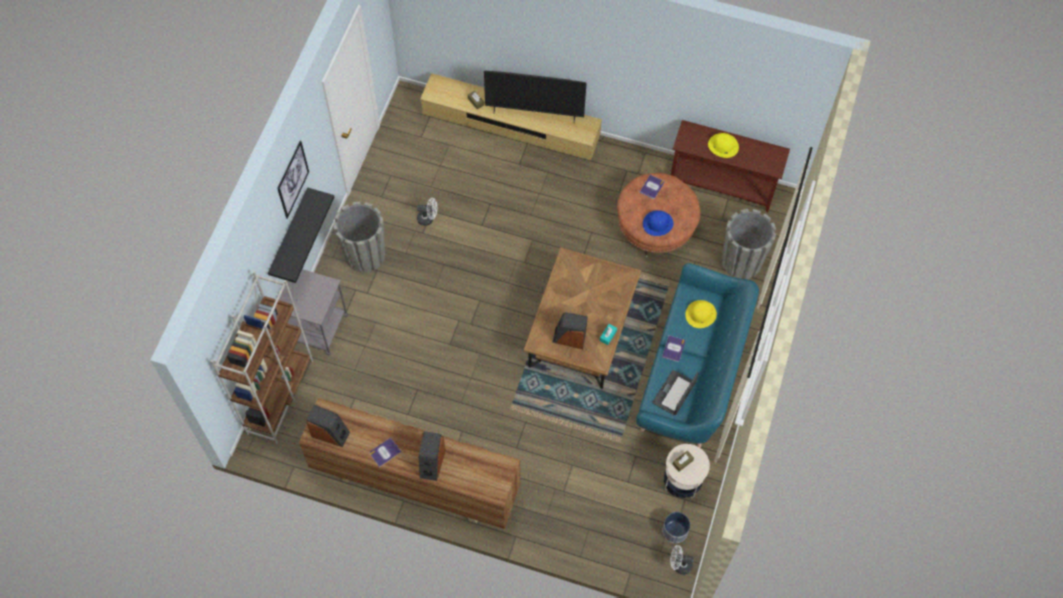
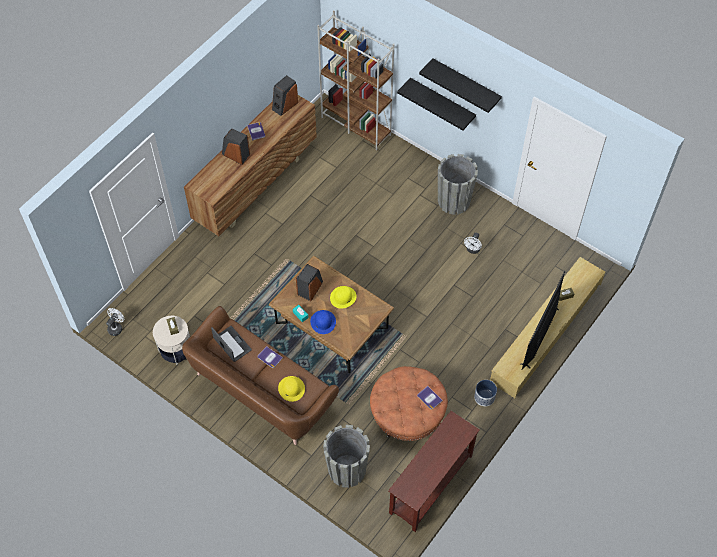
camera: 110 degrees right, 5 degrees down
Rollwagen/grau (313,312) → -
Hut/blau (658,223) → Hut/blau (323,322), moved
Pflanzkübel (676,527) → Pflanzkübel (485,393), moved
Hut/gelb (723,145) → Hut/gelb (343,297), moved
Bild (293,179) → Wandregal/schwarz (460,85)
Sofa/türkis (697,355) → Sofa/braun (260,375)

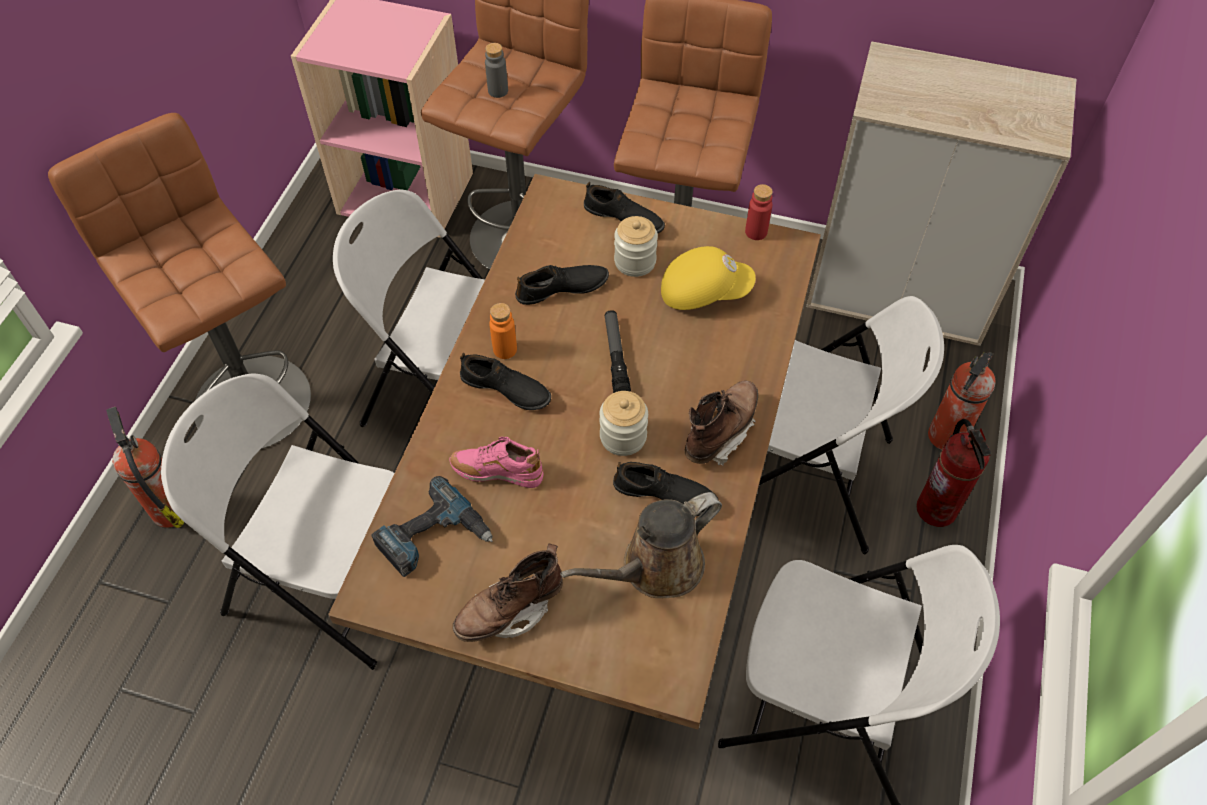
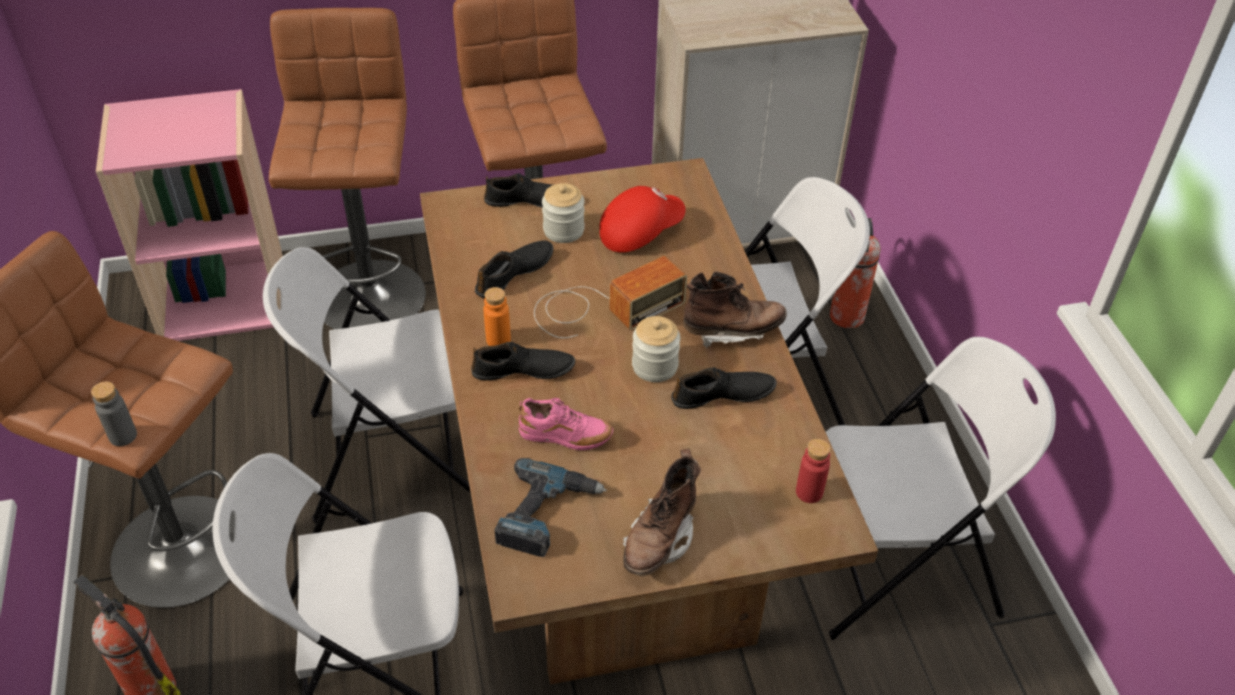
camera: 30 degrees left, 10 degrees down
Gießkanne/braun (641,545) → -
Feuerlöscher (953,473) → -
Flasche/grau (496,70) → Flasche/grau (114,413), moved
Flasche/rot (759,212) → Flasche/rot (813,471), moved
Taschenlampe (618,351) → Radio (610,297)
Kappe/gelb (708,278) → Kappe/rot (642,219)
Schuh/rosa (496,462) → Schuh/rosa (566,424), 150 degrees counterclockwise
Stiefel/braun (721,423) → Stiefel/braun (735,309), 75 degrees clockwise

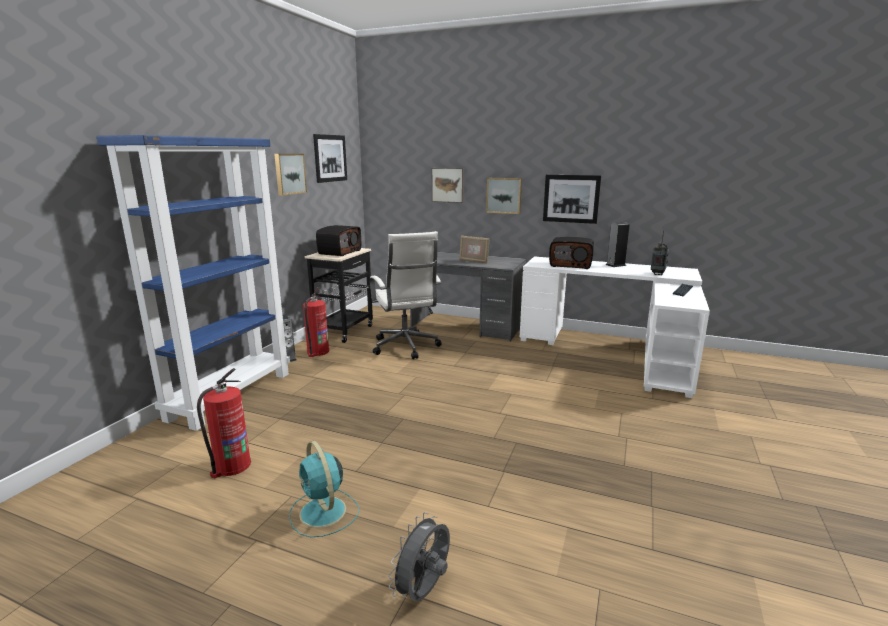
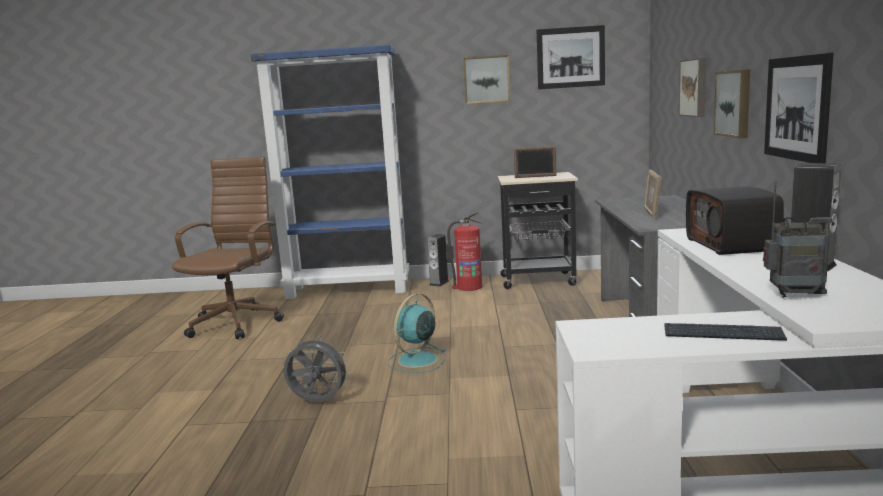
camera: 70 degrees right, 5 degrees down
Bürostuhl/weiß (406,295) → -
Ventilator/türkis (324,489) → Ventilator/türkis (416,333), moved
Ventilator/grau (419,556) → Ventilator/grau (317,369), moved
Feuerlöscher (224,423) → Bürostuhl/braun (228,248)
Radio (338,240) → Bilderrahmen (535,162)

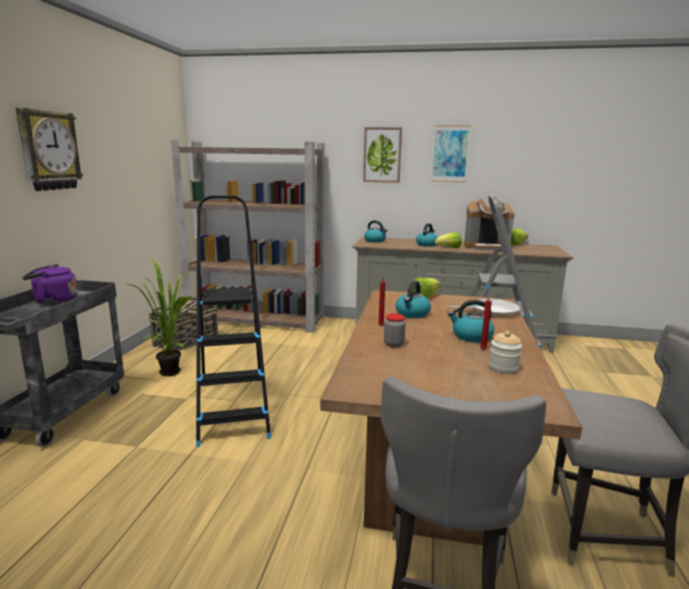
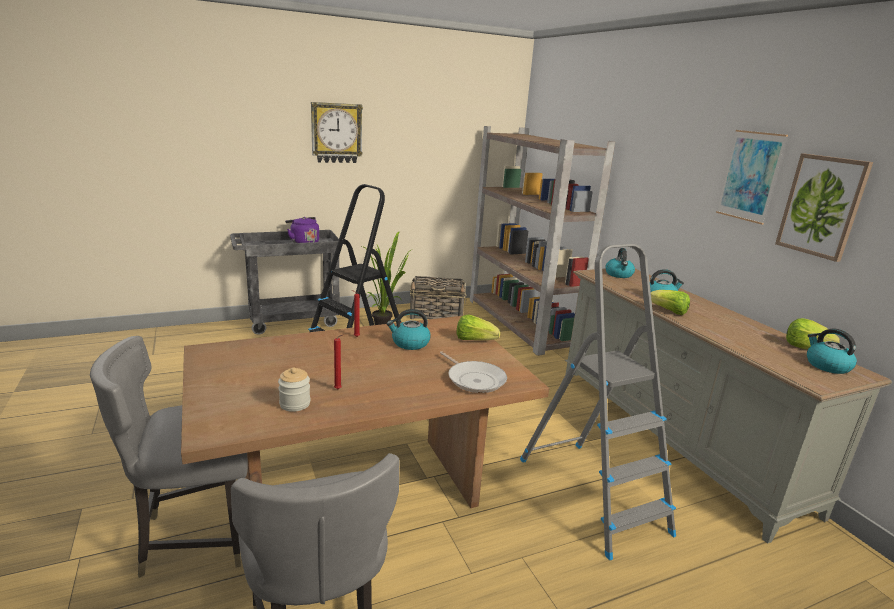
camera: 55 degrees right, 5 degrees up
Vorratsglas (394,330) → -
Kaffeemaschine (489,224) → -
Bild (382,155) → Bild (824,207), moved
Wasserkessel (471,321) → Wasserkessel (832,351), moved

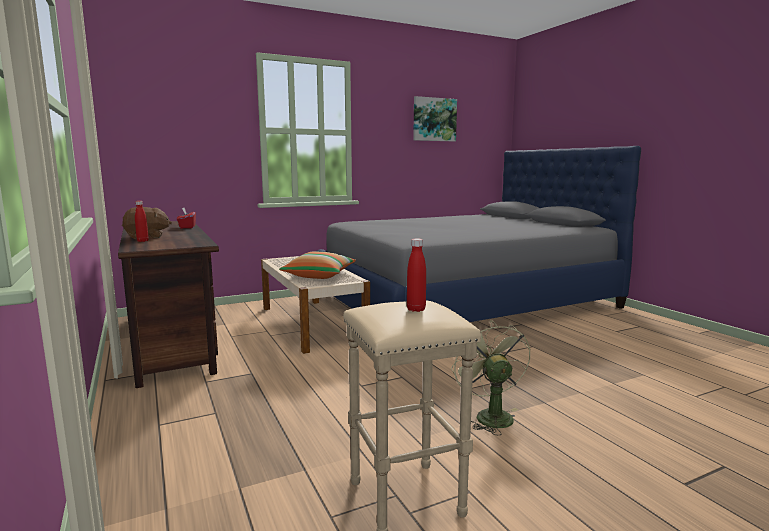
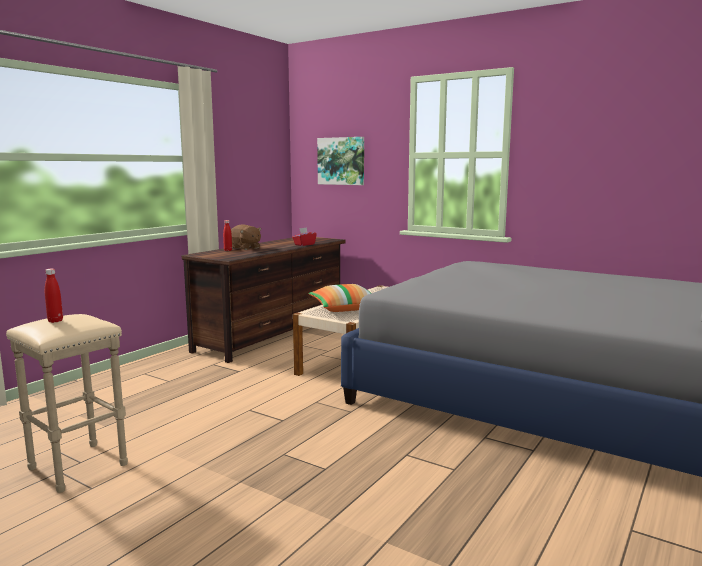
camera: 60 degrees right, 0 degrees up
Ventilator/grün (490,378) → -
Bild (435,118) → Bild (340,161), moved

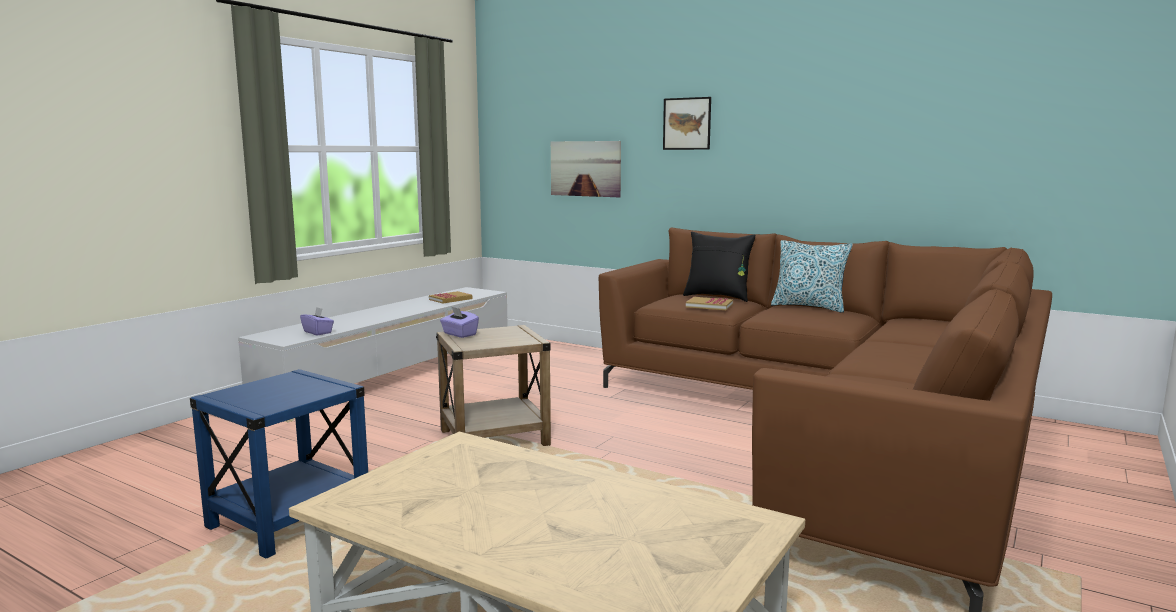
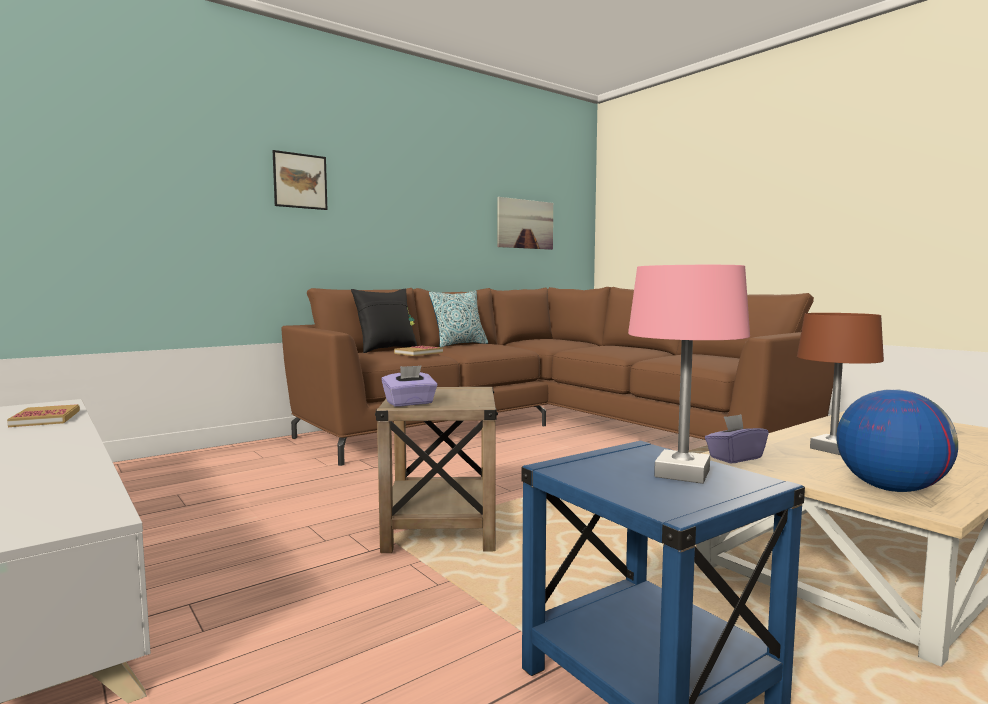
camera: 70 degrees left, 5 degrees down
- → Tischlampe/rosa (689,374)
- → Tischlampe/braun (840,384)
- → Globus (897,440)
Taschentuchbox/lila (317,321) → Taschentuchbox/lila (737,439), moved
Bild (586,169) → Bild (525,223), moved

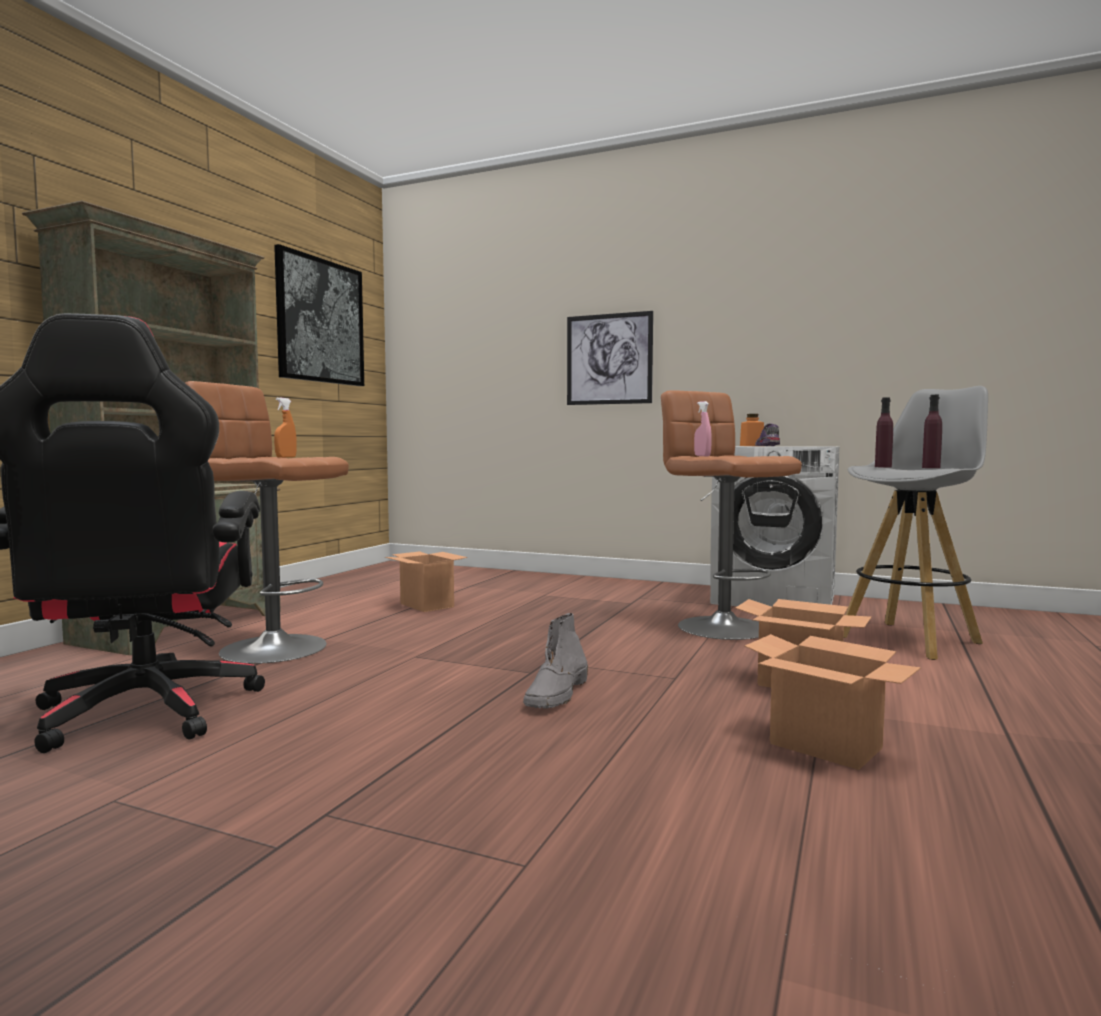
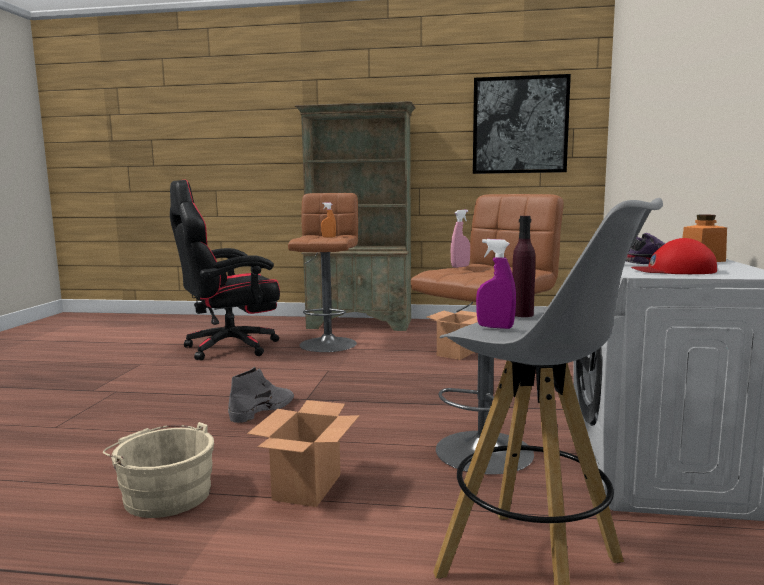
camera: 75 degrees right, 5 degrees up
Bild (610,358) → -
- → Kappe/rot (674,256)
Karton (833,702) → Eimer/beige (159,470)
Flasche/lila (932,431) → Sprühflasche/lila (496,284)
Stiefel/grau (555,661) → Stiefel/grau (261,395), 120 degrees clockwise

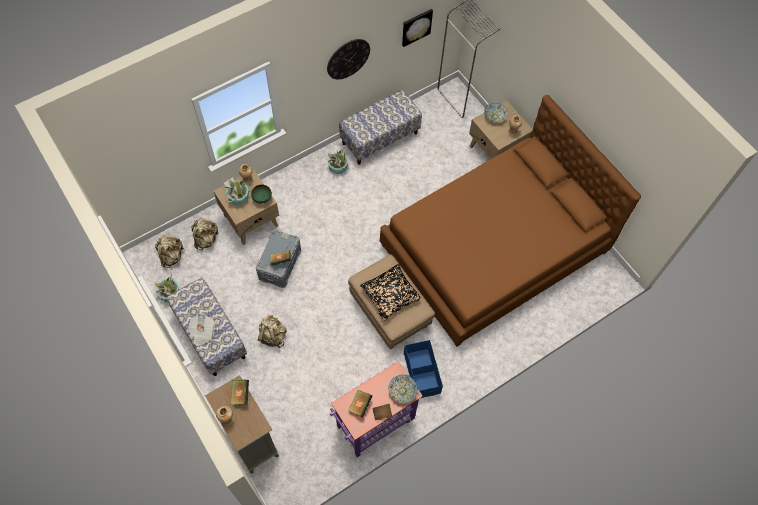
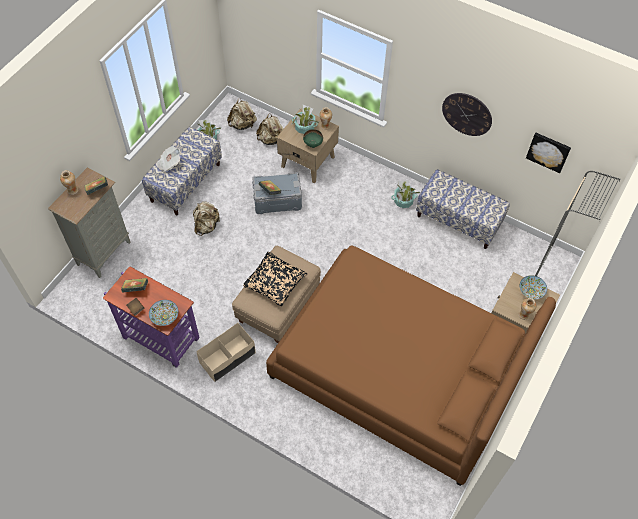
camera: 65 degrees right, 5 degrees down
Aufbewahrungsbox/blau (423,369) → Aufbewahrungsbox/beige (226,352)

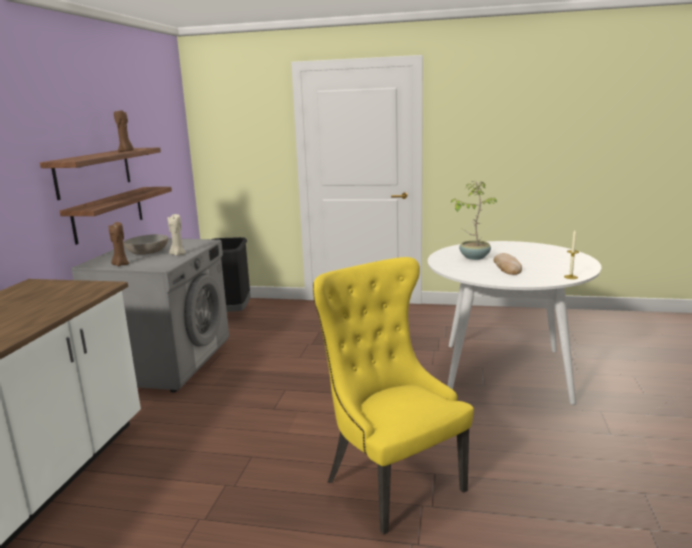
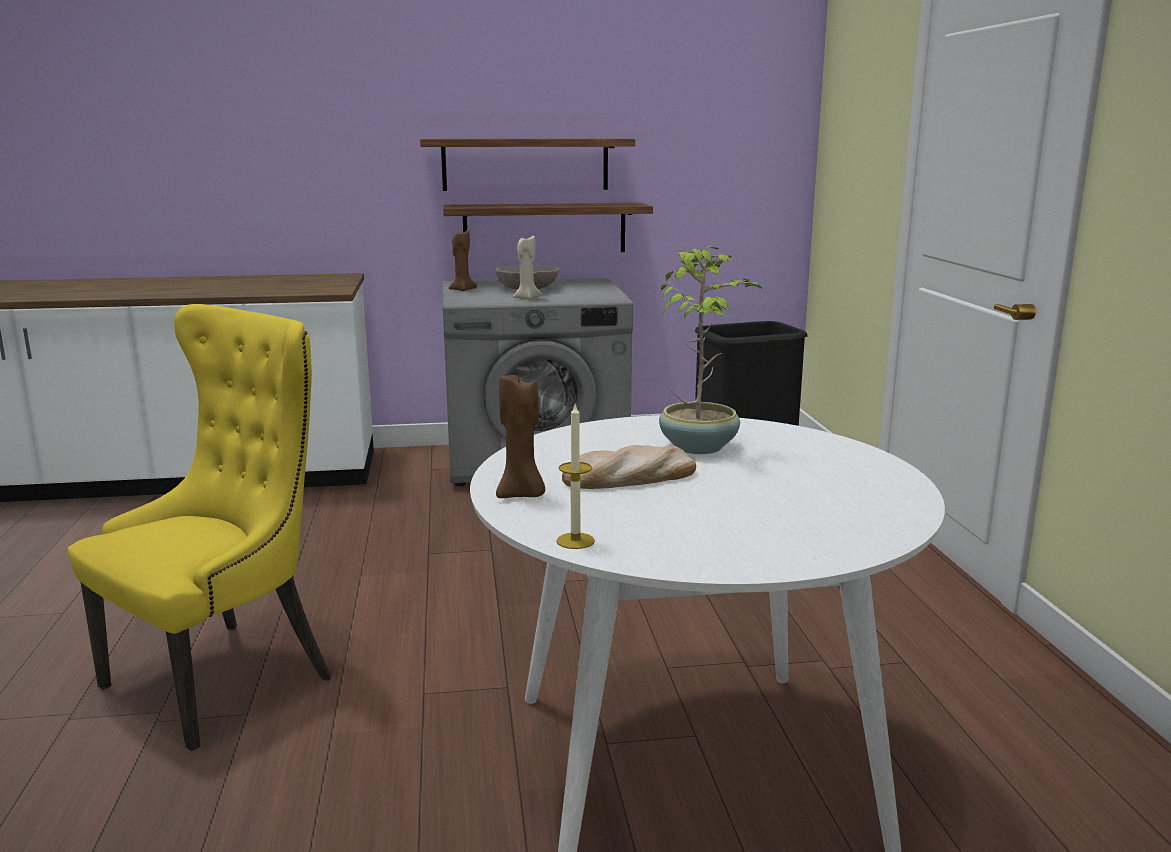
camera: 70 degrees right, 0 degrees up
Kerze/braun (124,130) → Kerze/braun (520,434), moved

